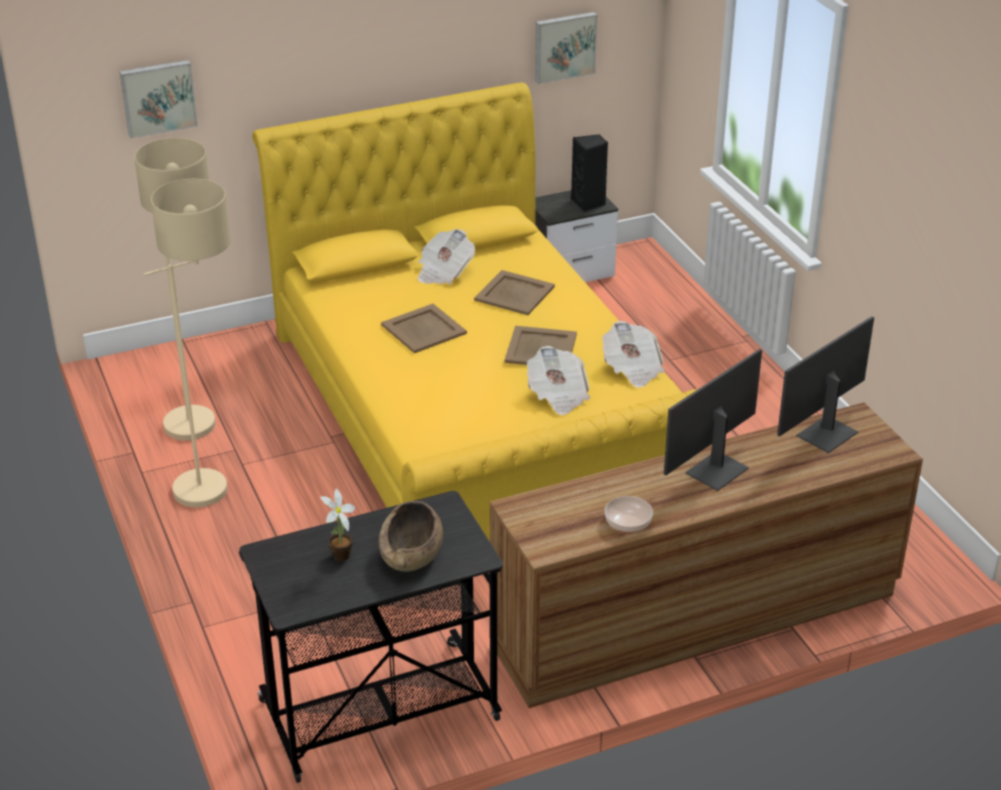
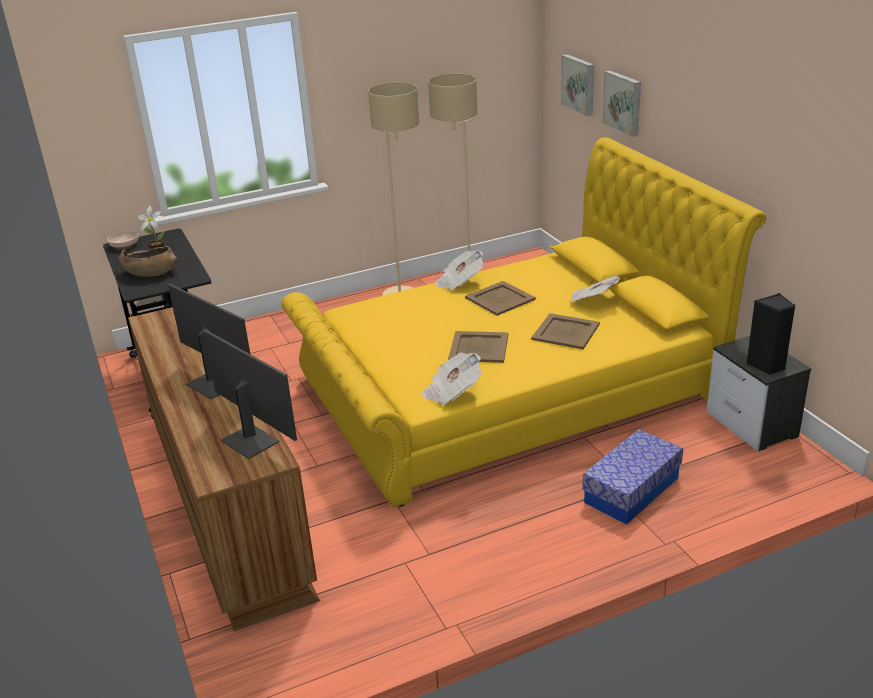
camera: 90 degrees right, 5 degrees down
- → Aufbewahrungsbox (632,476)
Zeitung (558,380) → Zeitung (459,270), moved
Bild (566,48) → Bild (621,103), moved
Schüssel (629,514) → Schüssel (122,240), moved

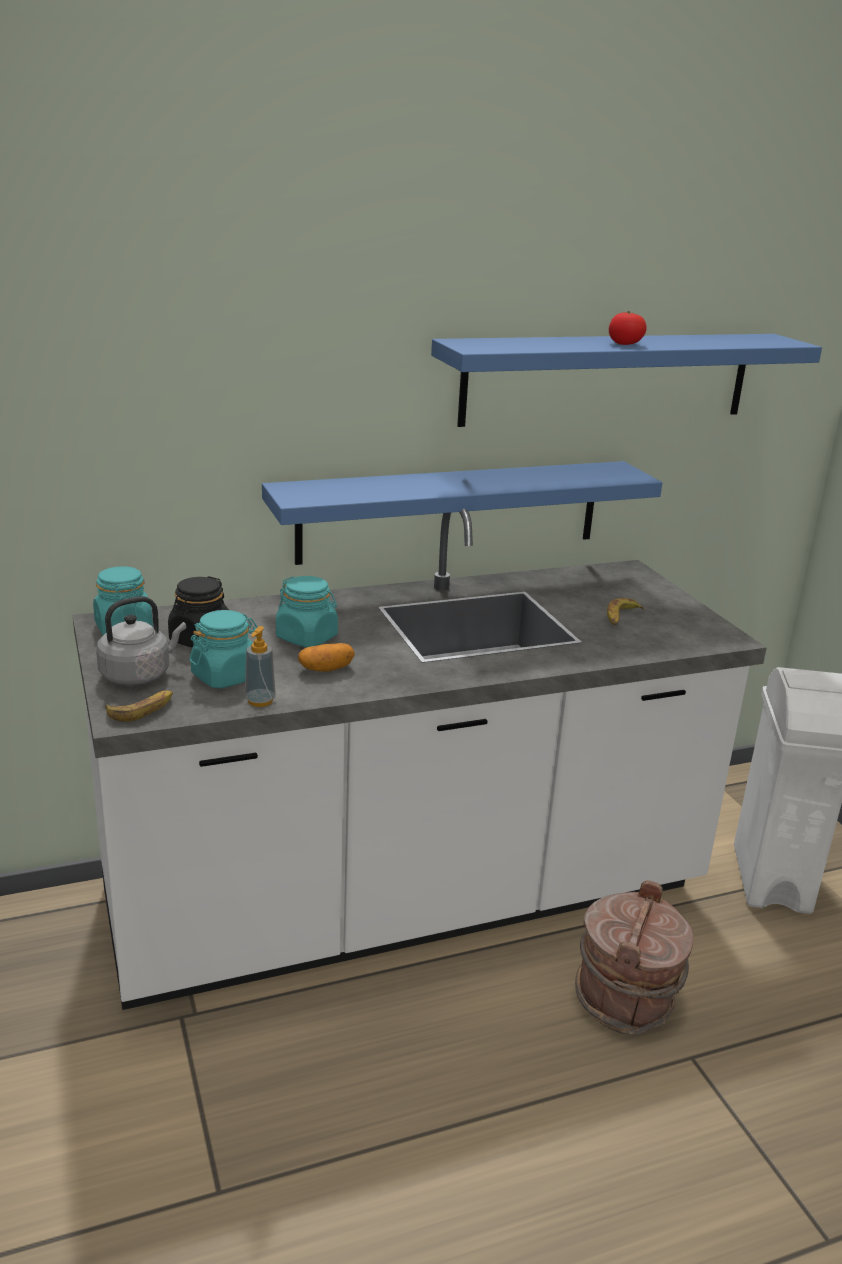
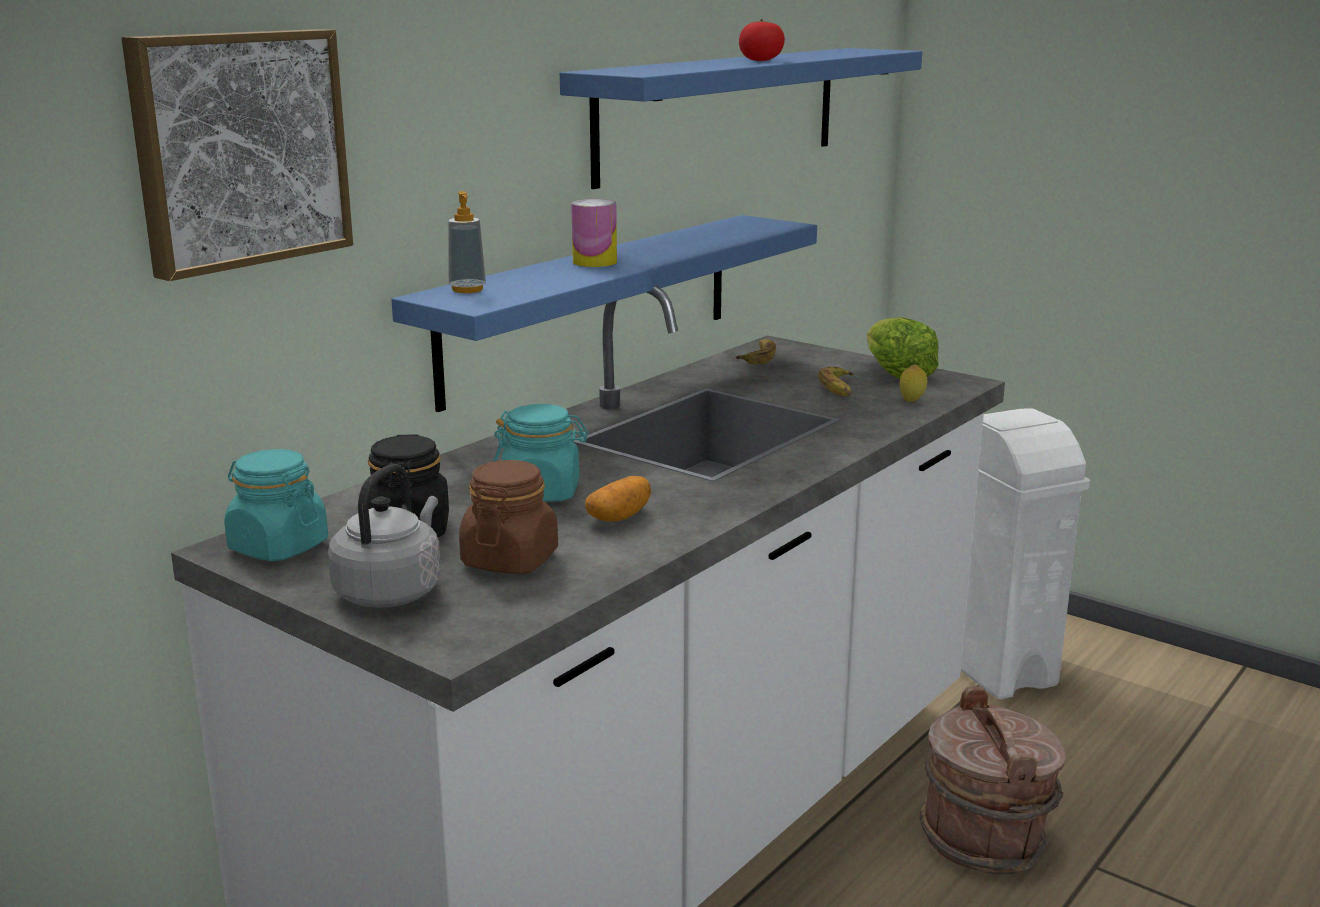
camera: 30 degrees left, 5 degrees down
- → Bild (237,155)
- → Dose (594,233)
- → Salatkopf (903,348)
- → Zitrone (913,383)
Banane (139,706) → Banane (756,351), moved
Seifenspender (260,666) → Seifenspender (467,242), moved
Vorratsglas/türkis (223,649) → Vorratsglas/braun (508,517)

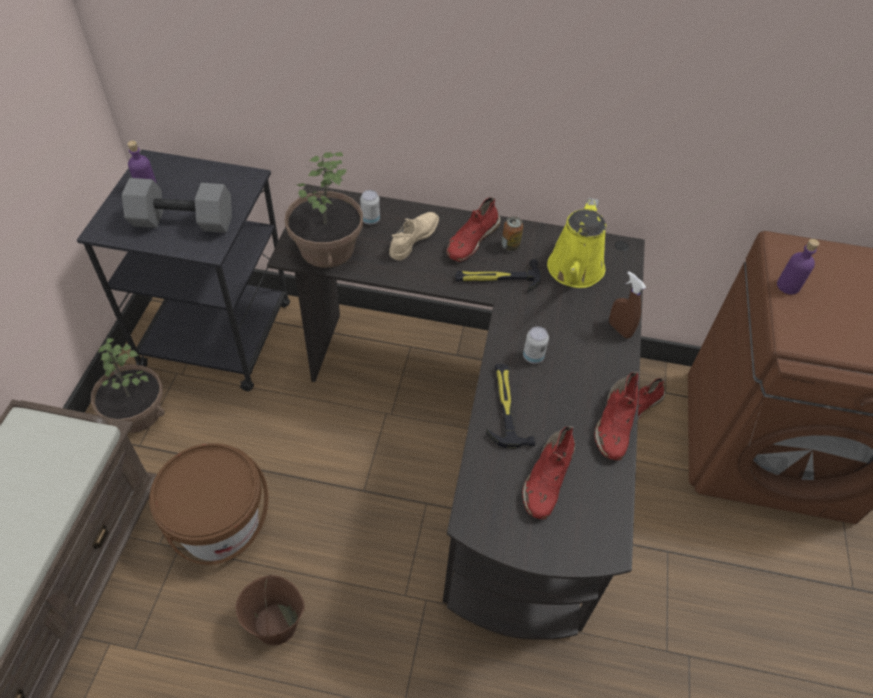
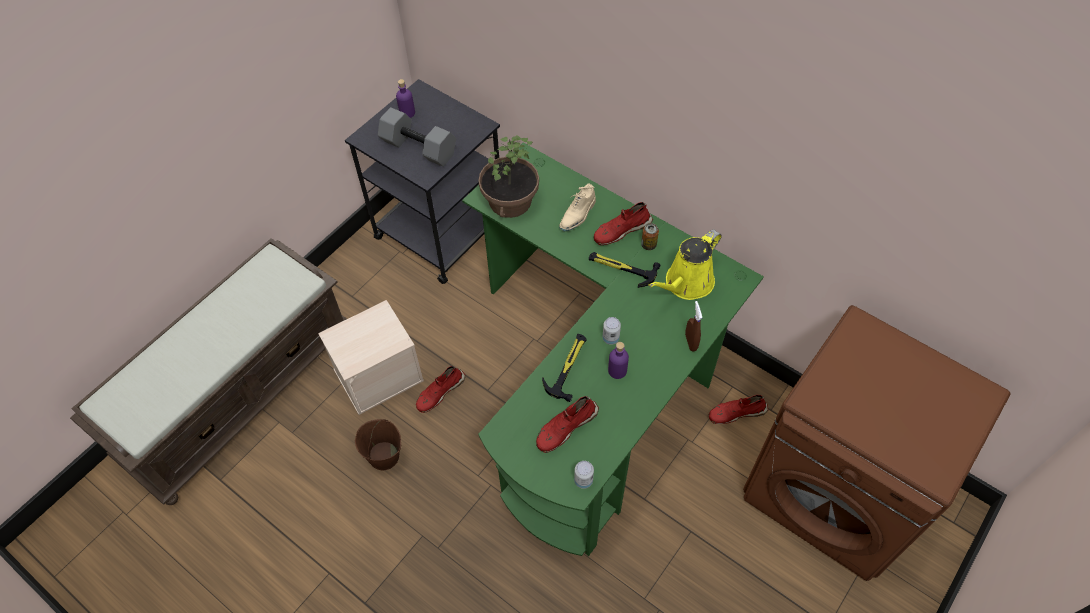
camera: 30 degrees right, 5 degrees up
Topfpflanze (128,385) → -
Dose (370,207) → Dose (584,475), moved
Schuh/rot (616,416) → Schuh/rot (441,389), moved
Flasche/lila (798,266) → Flasche/lila (618,360), moved
Eimer/braun (208,504) → Aufbewahrungsbox/beige (371,357)
Schreibtisch/schwarz (456,412) → Schreibtisch/grün (613,349)
Schuh/beige (414,236) → Schuh/beige (577,207), 150 degrees clockwise

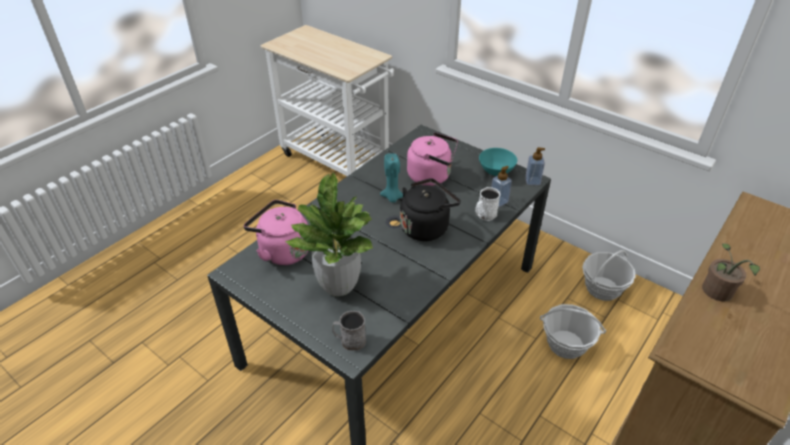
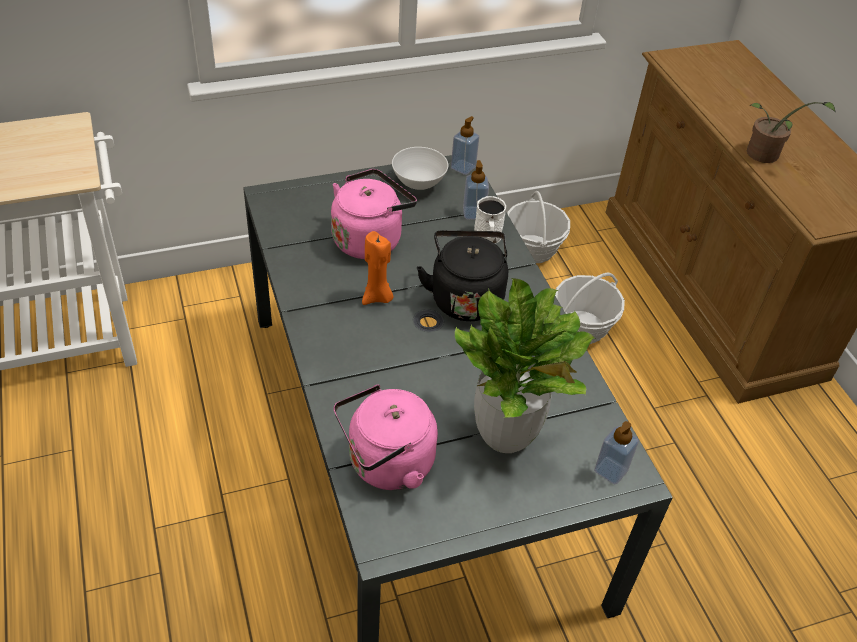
camera: 60 degrees left, 5 degrees up
Henkelbecher/grau (349,331) → Seifenspender (616,452)
Kerze/türkis (391,178) → Kerze/orange (377,268)
Schüssel/türkis (498,162) → Schüssel/weiß (420,168)

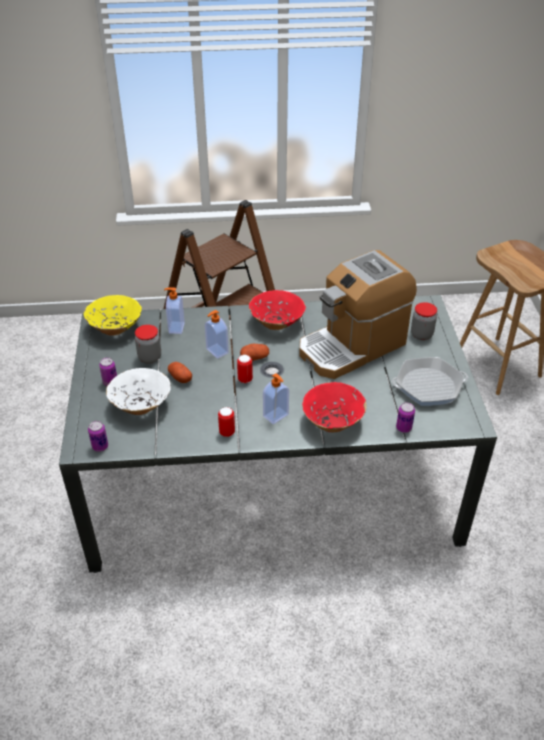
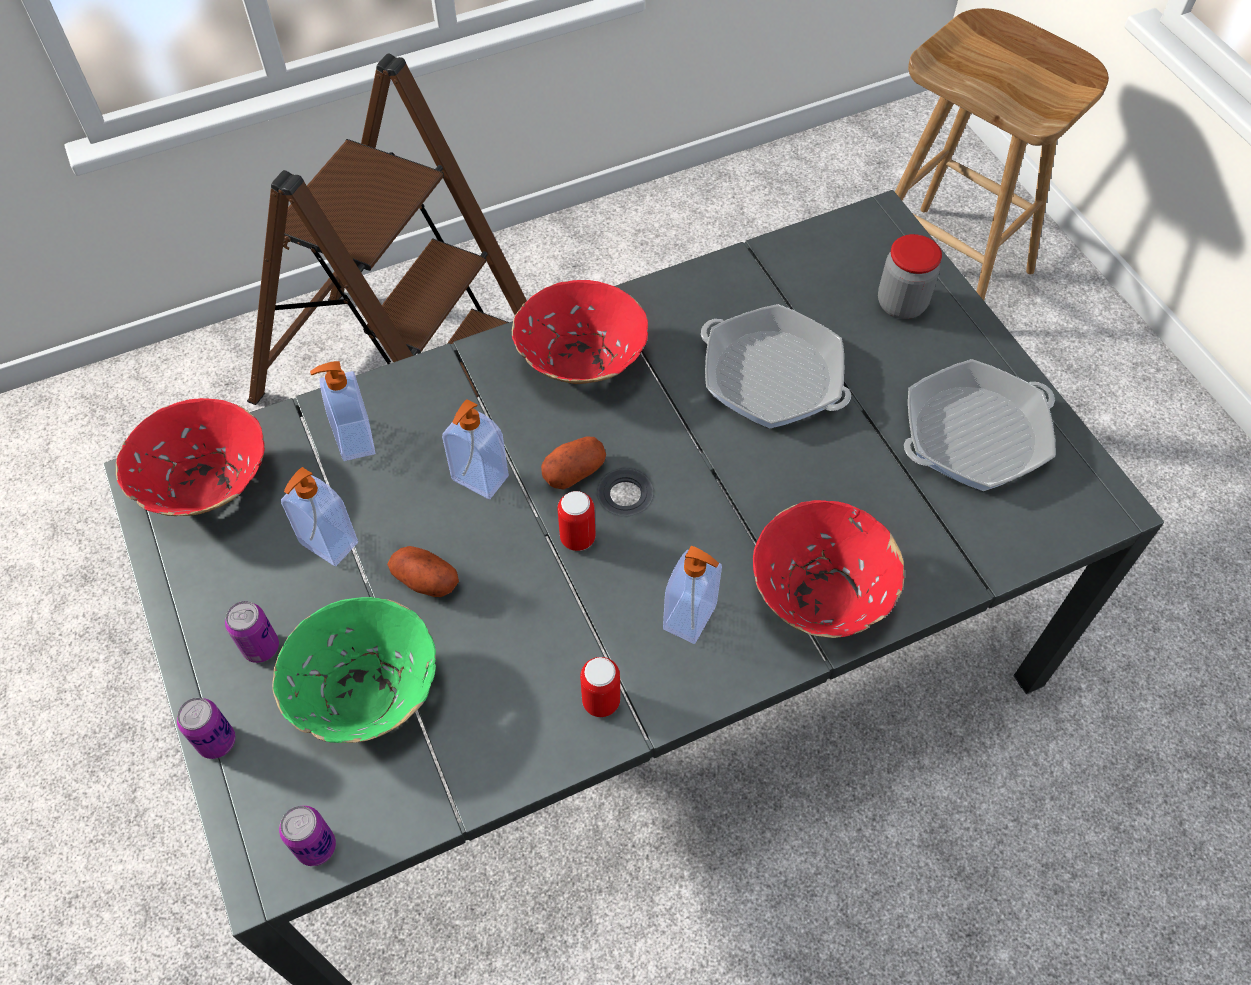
camera: 20 degrees left, 15 degrees up
Dose (405,417) → Dose (206,728), moved
Vorratsglas (148,344) → Seifenspender (319,516)
Kaffeemaschine (358,314) → Pfanne (776,366)
Schüssel/gelb (113,315) → Schüssel/rot (190,457)
Schüssel/weiß (138,391) → Schüssel/grün (354,670)

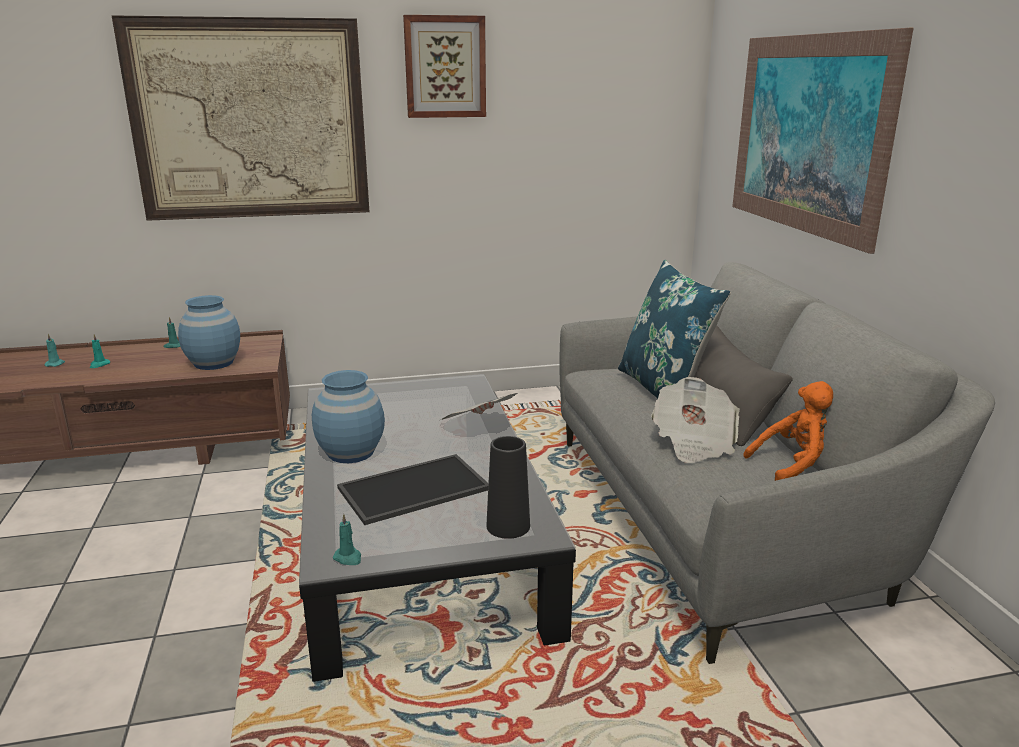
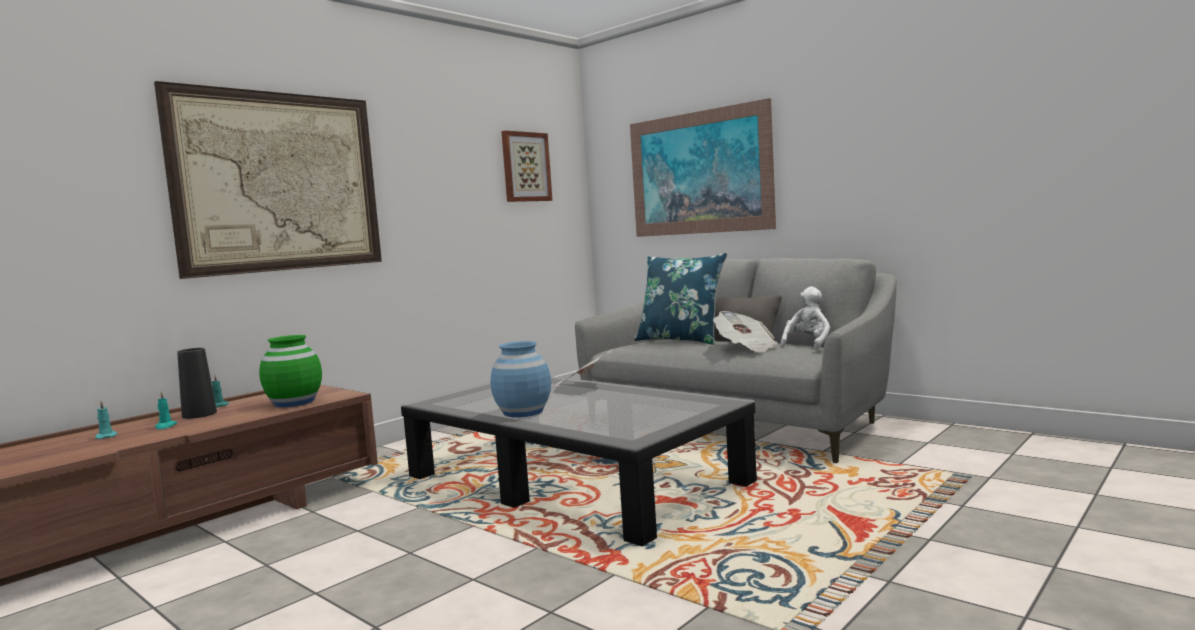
camera: 35 degrees left, 15 degrees down
Kerze/türkis (347,539) → -
Tablett (413,489) → -
Bild (444,66) → Bild (526,166), moved
Vase/schwarz (508,487) → Vase/schwarz (197,383), moved
Vase/blau (209,332) → Vase/grün (290,371)
Plüschtier/orange (788,431) → Plüschtier/weiß (805,318)

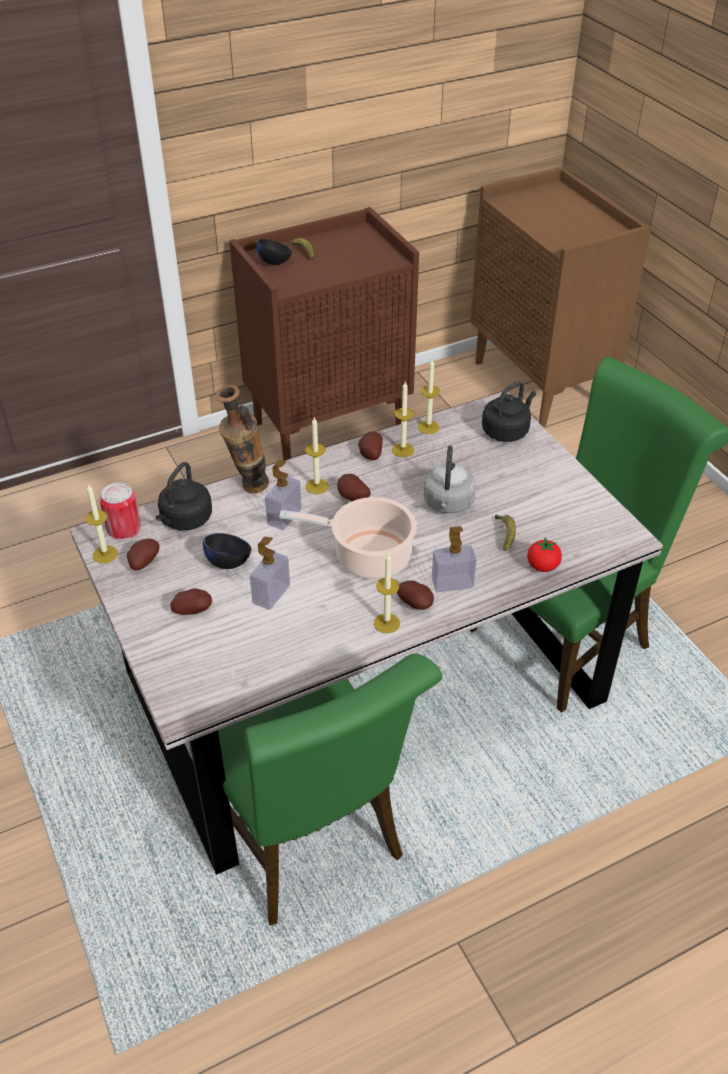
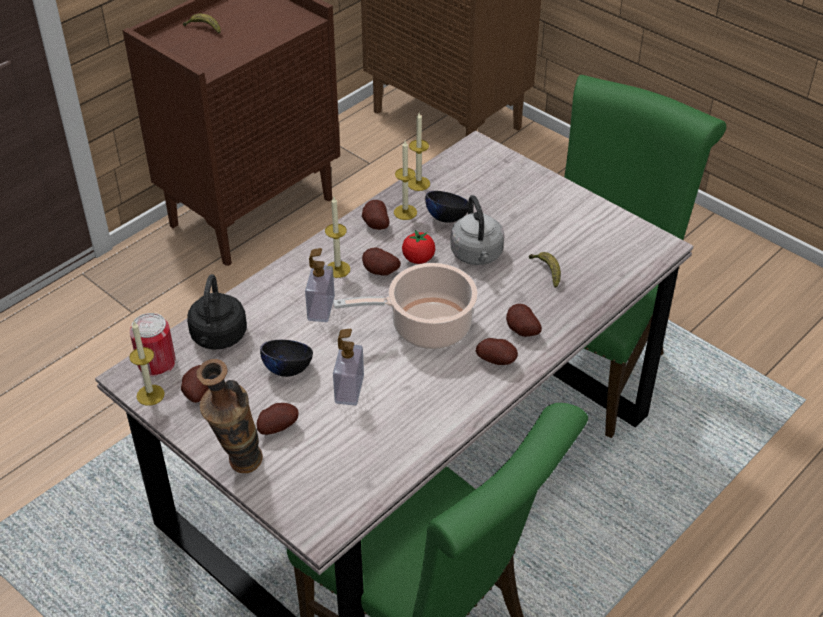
camera: 20 degrees left, 0 degrees up
Kerze (387,592) → -
Wasserkessel/schwarz (509,411) → -
Vase (242,439) → Vase (229,416), moved
Schüssel/schwarz (274,252) → Schüssel/schwarz (446,207), moved
Tomate (544,554) → Tomate (418,247), moved
Seifenspender (454,559) → Kartoffel (524,320)

